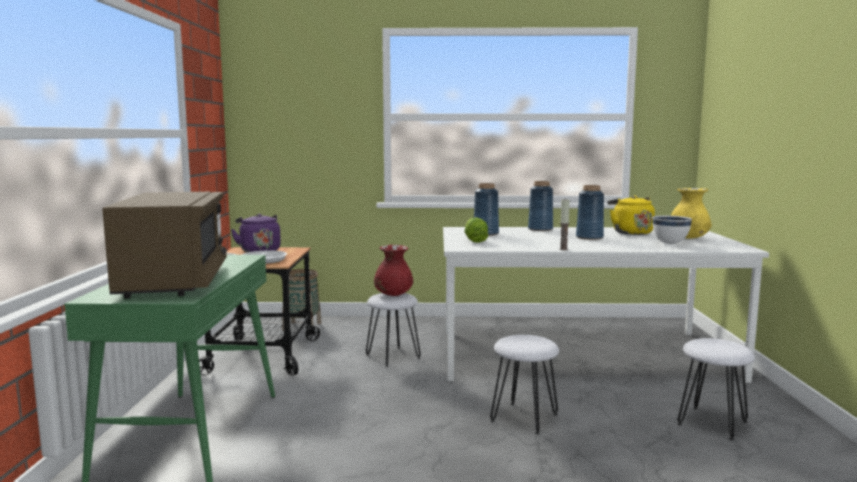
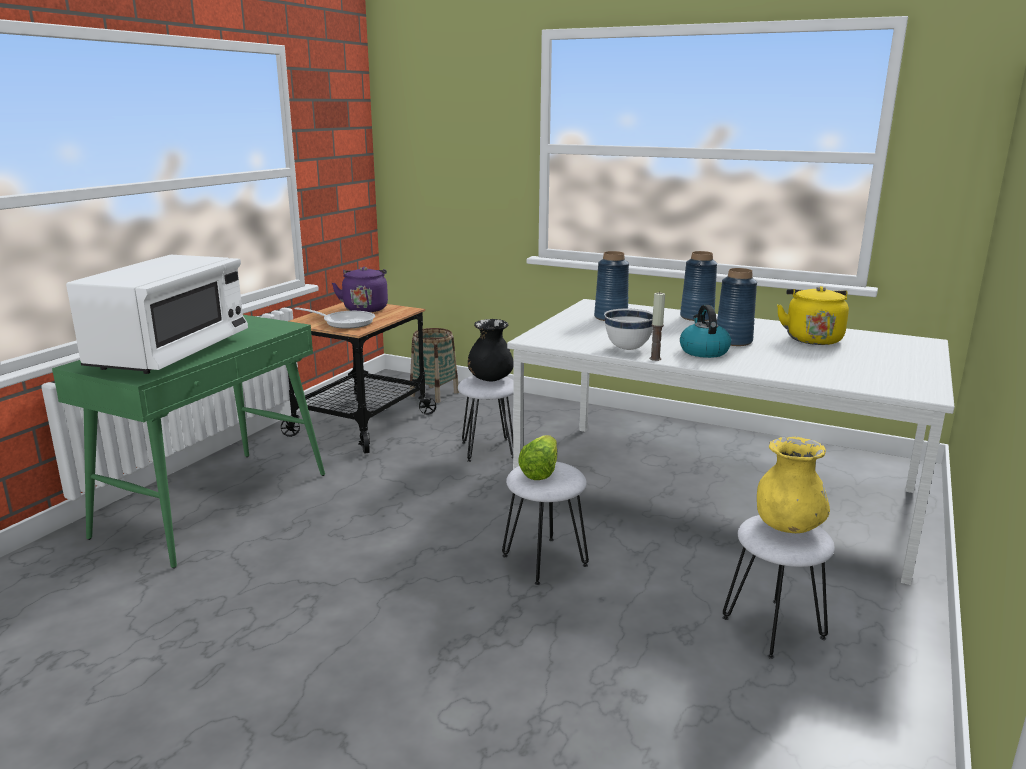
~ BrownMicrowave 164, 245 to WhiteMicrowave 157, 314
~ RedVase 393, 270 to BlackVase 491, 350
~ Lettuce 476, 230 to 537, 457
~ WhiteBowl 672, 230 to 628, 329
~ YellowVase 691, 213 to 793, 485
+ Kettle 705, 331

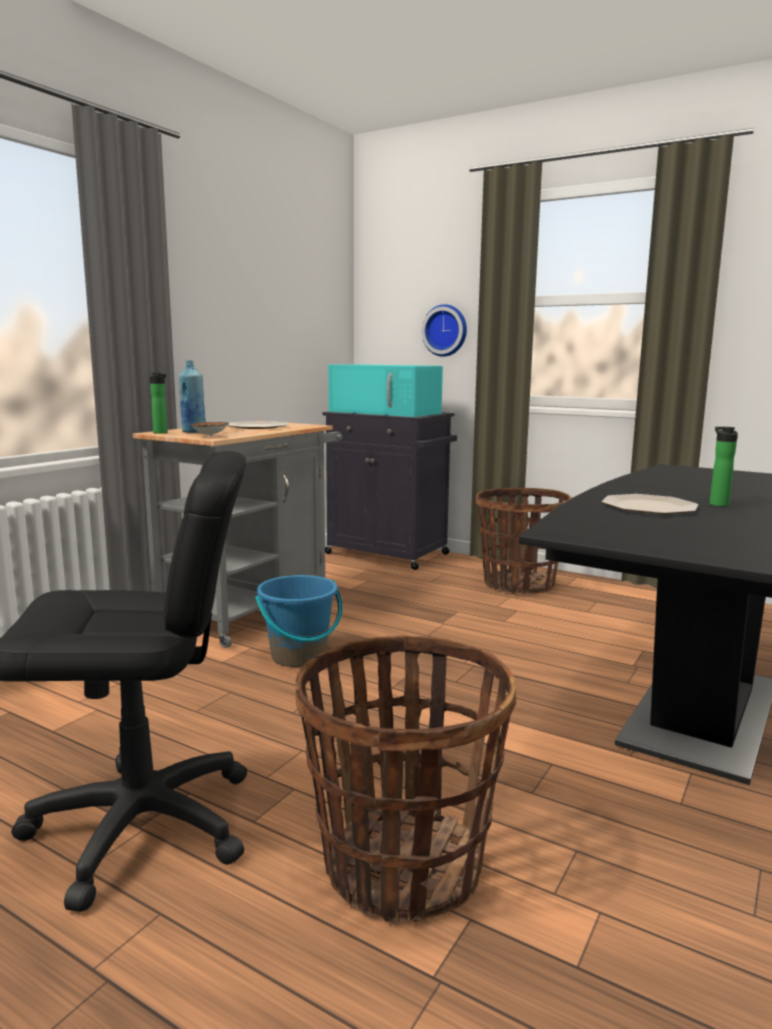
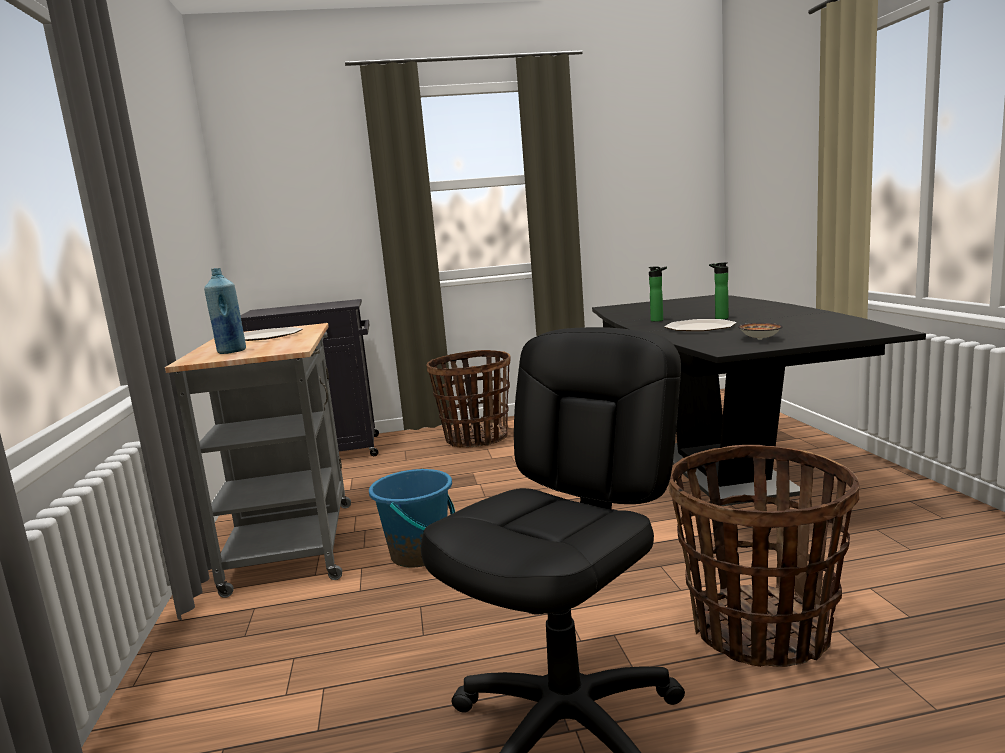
~ Bottle 159, 403 to 657, 294
~ Bowl 209, 429 to 760, 331
- TurquoiseMicrowave 385, 390
- WallClock 444, 330

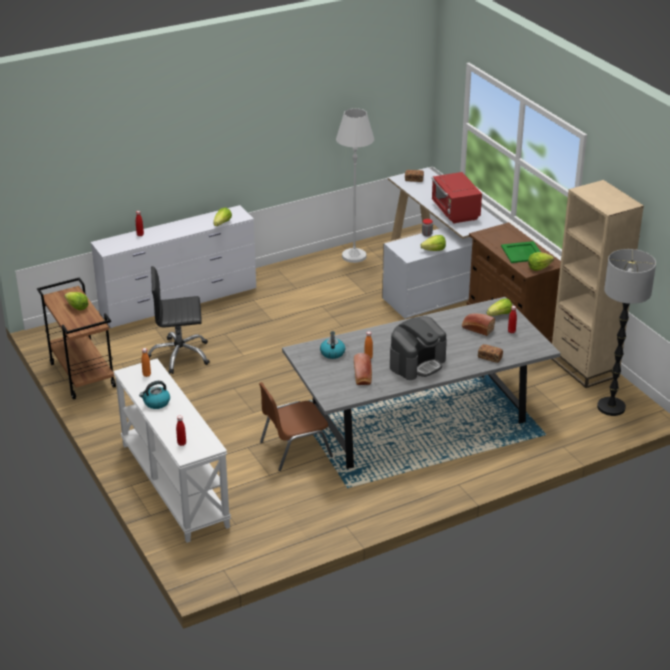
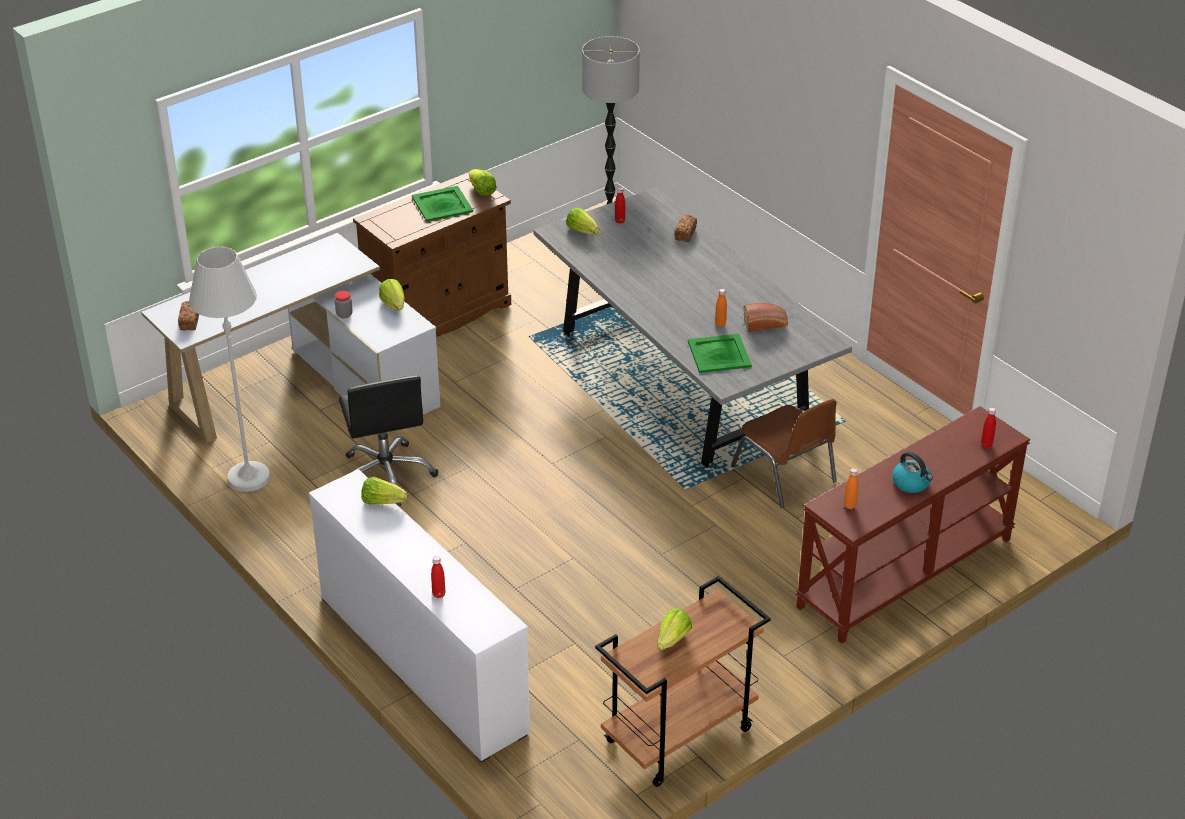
~ WhiteConsoleTable 172, 450 to BrownConsoleTable 913, 525
~ BlackOfficeChair 178, 320 to 388, 440
~ Kettle 332, 345 to GreenTray 720, 353
- CoffeeMachine 418, 348
- RedMicrowave 457, 198
- Bread 478, 324
- BeigeBookcase 598, 284

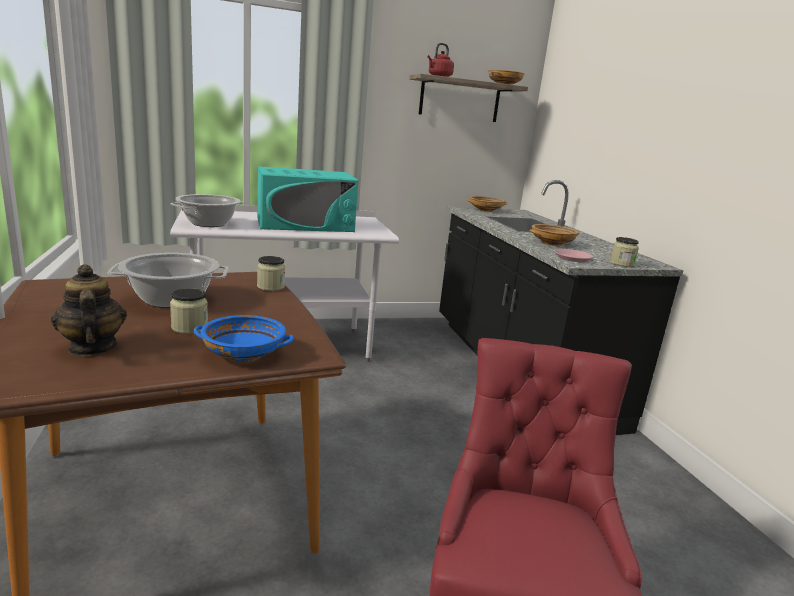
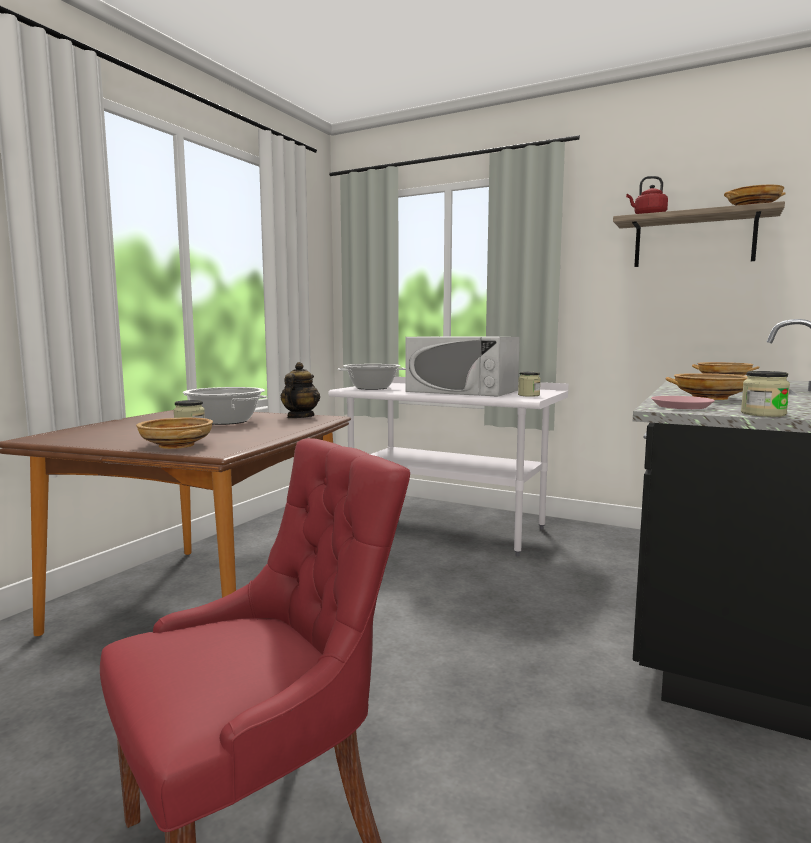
~ Teapot 89, 310 to 300, 390
~ BlueBowl 244, 338 to BeigeBowl 174, 433
~ TurquoiseMicrowave 307, 199 to WhiteMicrowave 463, 366
~ Jar 271, 273 to 529, 384

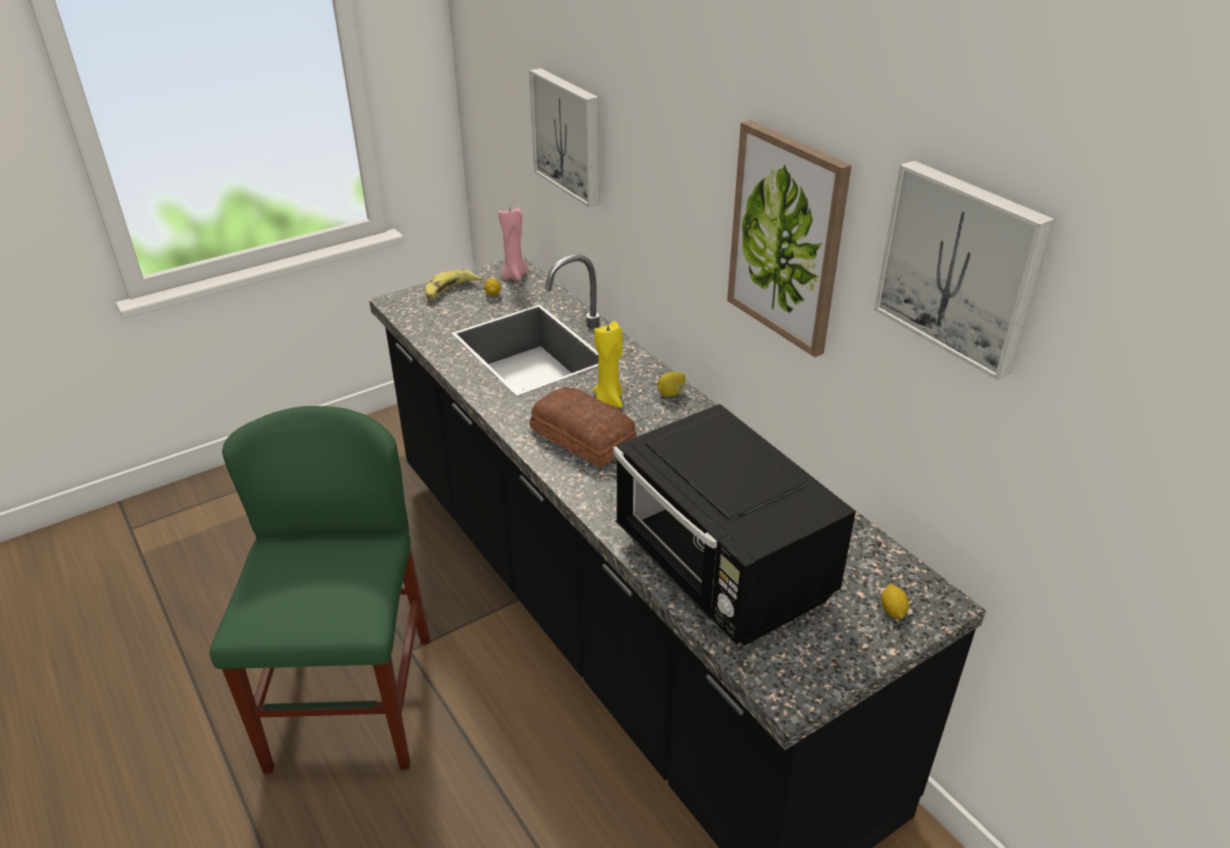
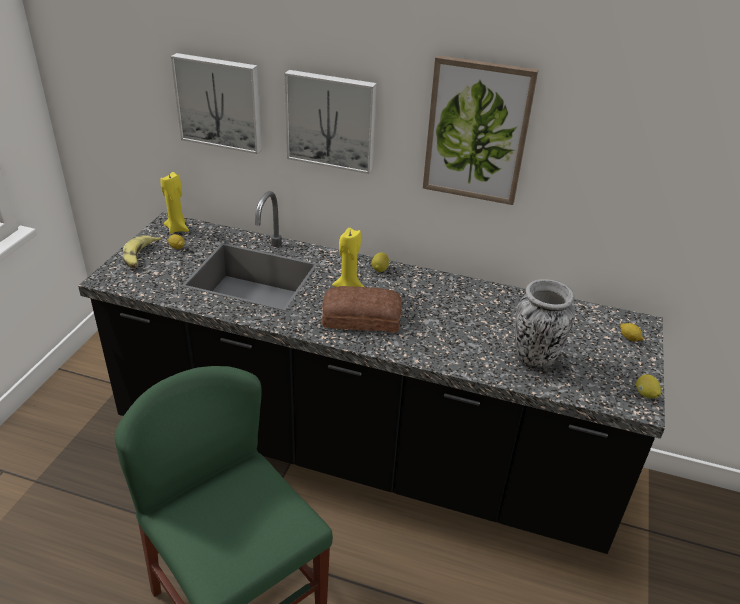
~ PinkCandle 513, 244 to YellowCandle 174, 202
~ BlackMicrowave 734, 524 to Vase 545, 324
~ Picture 964, 270 to 330, 122
+ Lemon 648, 386

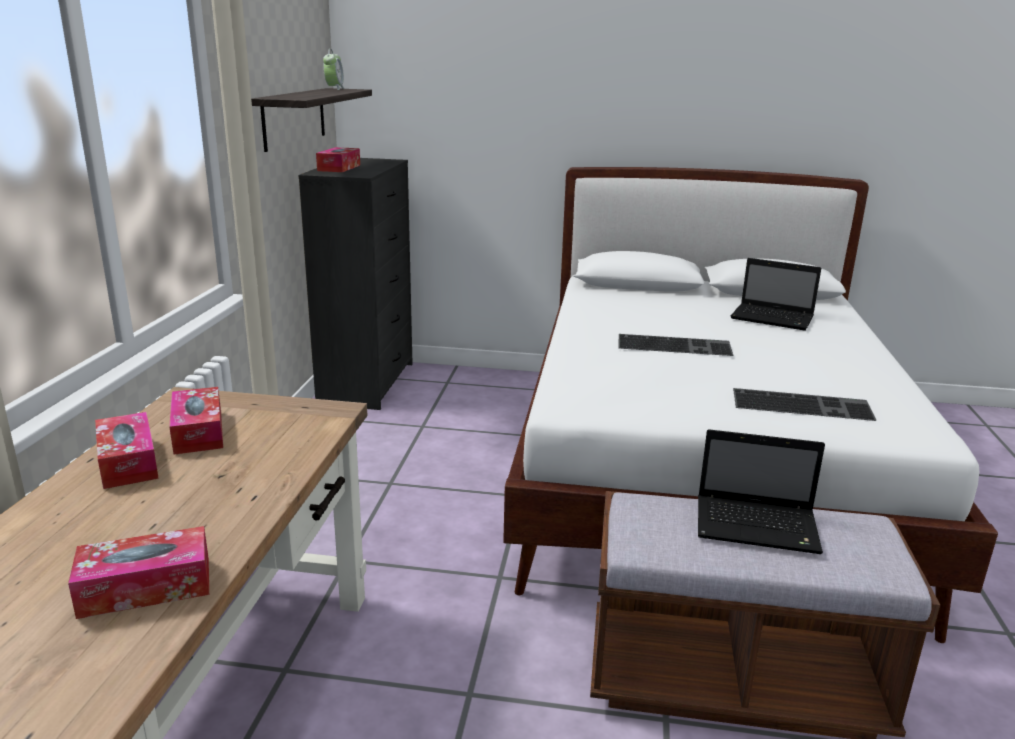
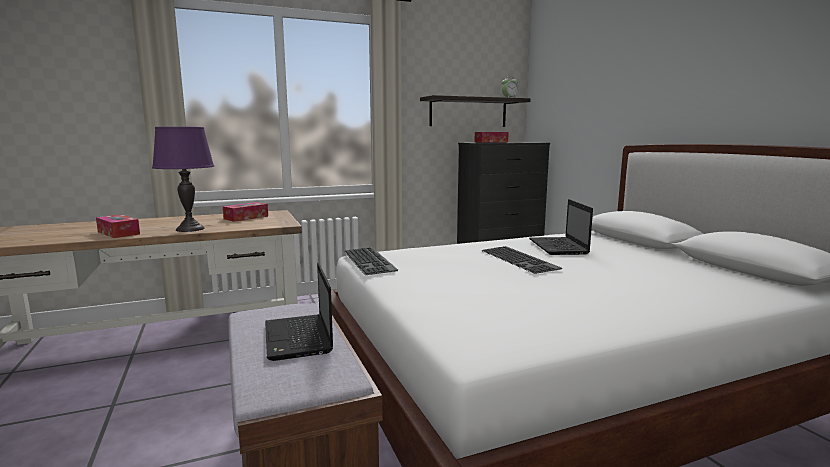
- TissueBox 127, 450
~ Laptop 776, 294 to 561, 227
~ Keyboard 805, 404 to 371, 261
+ PurpleTableLamp 183, 179

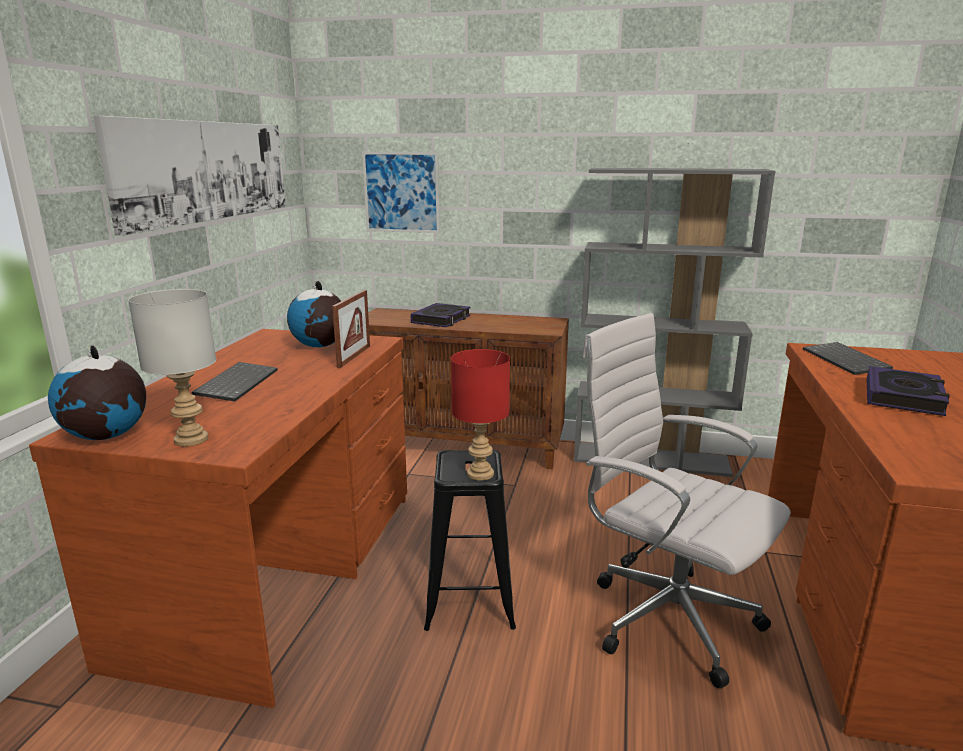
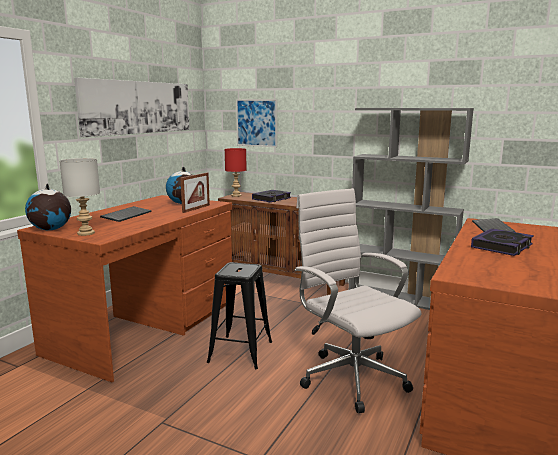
~ RedTableLamp 480, 415 to 236, 172

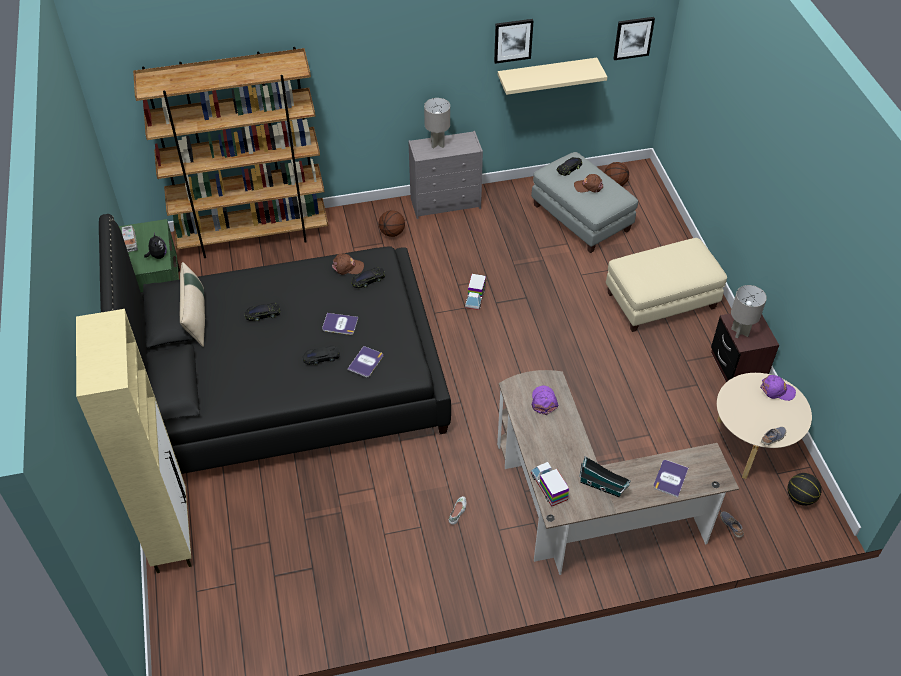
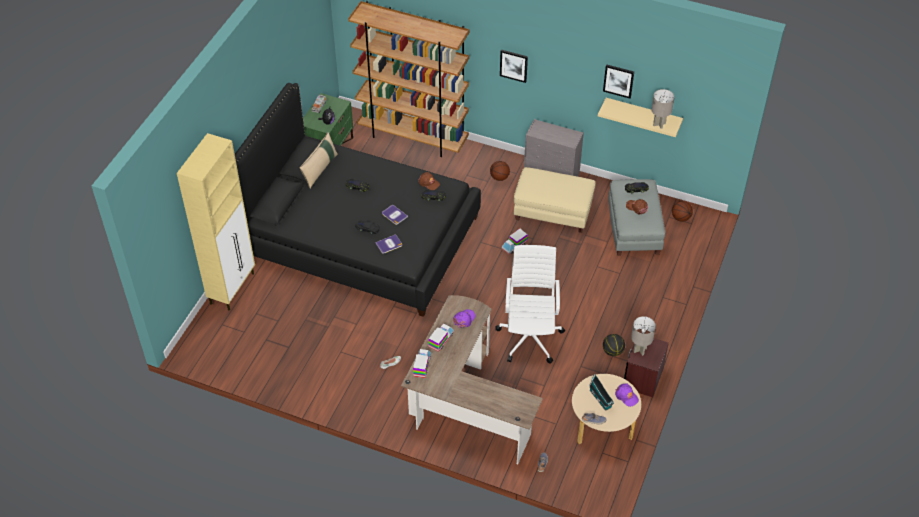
~ GreyTableLamp 437, 123 to 662, 109
~ ToyHouse 605, 477 to 601, 392
~ BeigeOttoman 666, 285 to 554, 200
~ Picture 634, 38 to 514, 66
- Book 670, 478
~ Basketball 804, 489 to 614, 345
+ ToyTruck 441, 338
+ WhiteOfficeChair 530, 304

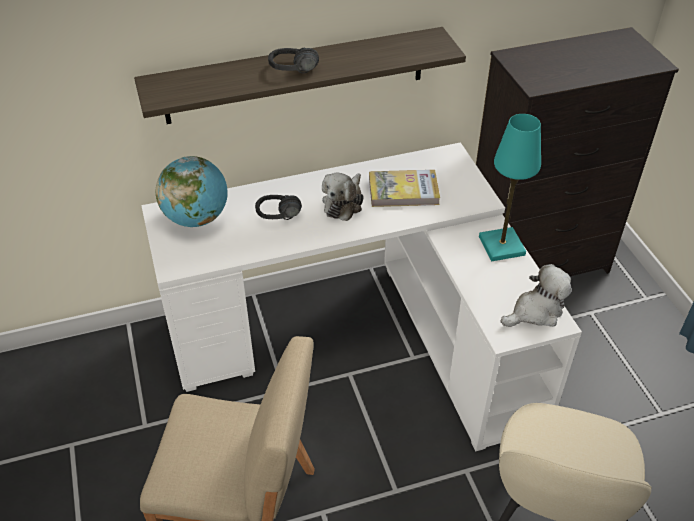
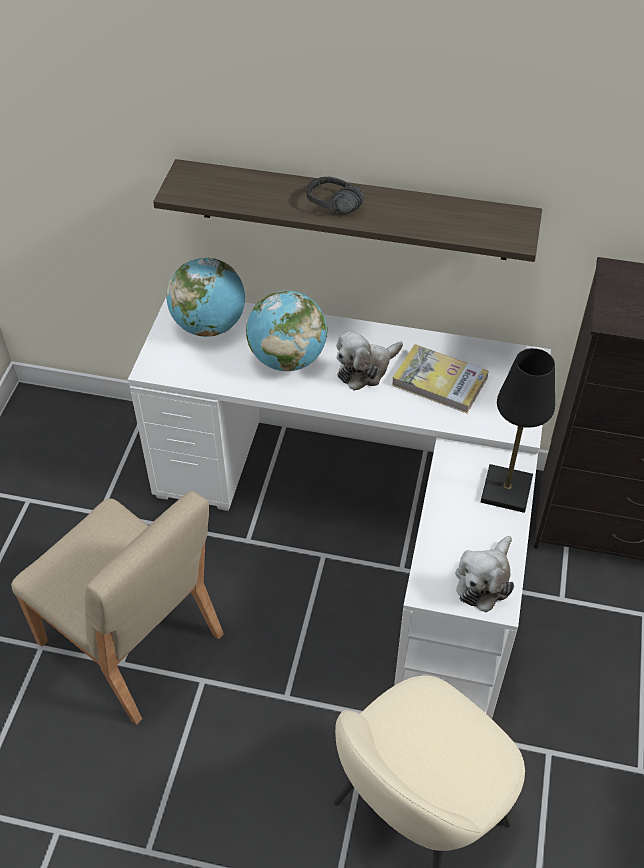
~ BlackHeadphones 278, 207 to Globe 287, 330
~ TurquoiseTableLamp 510, 187 to BlackTableLamp 518, 430
~ PlushToy 536, 295 = 484, 574 120 degrees clockwise

